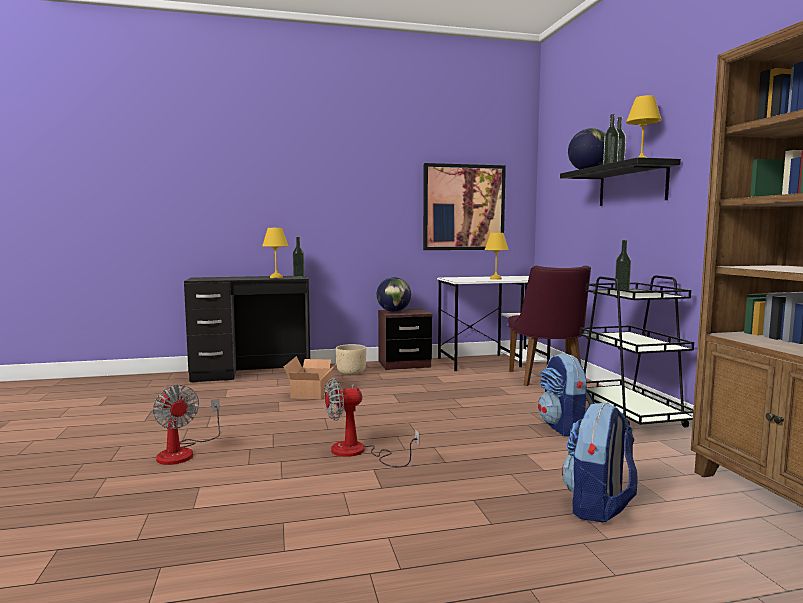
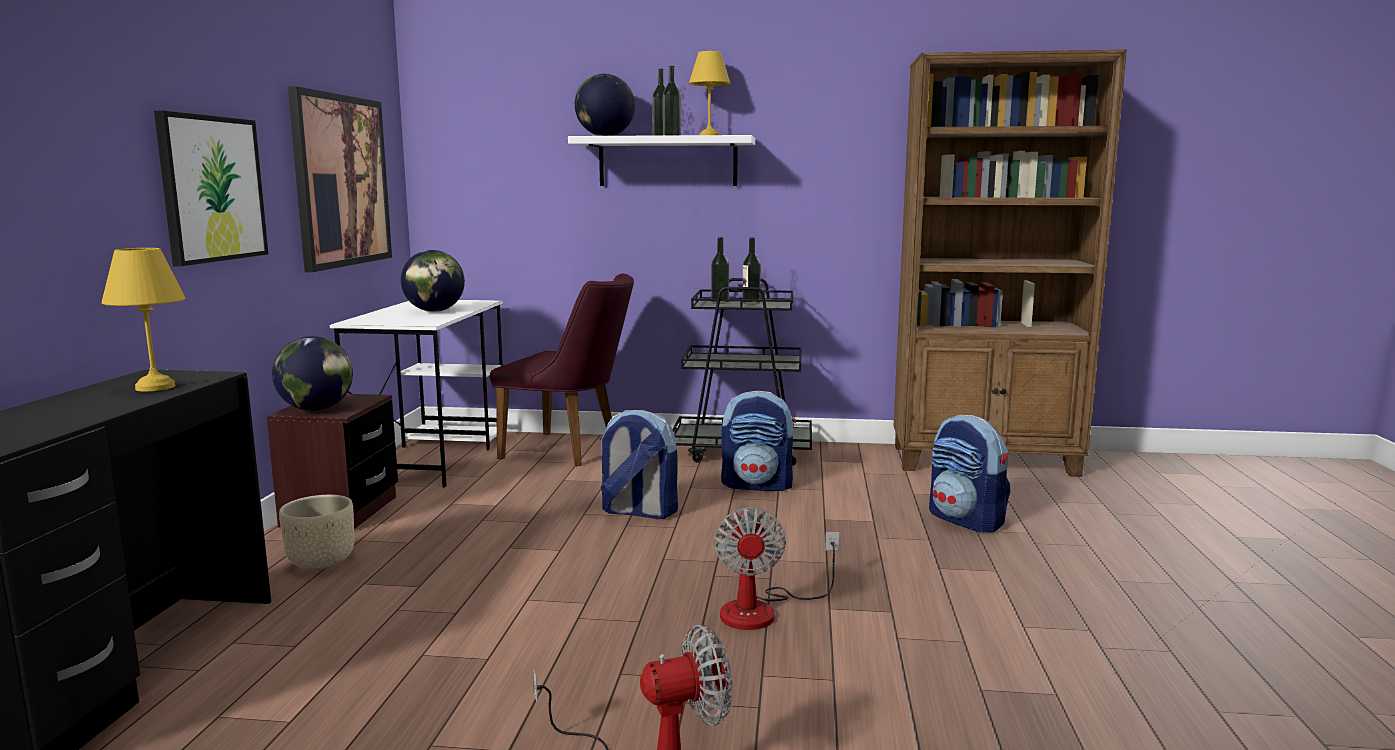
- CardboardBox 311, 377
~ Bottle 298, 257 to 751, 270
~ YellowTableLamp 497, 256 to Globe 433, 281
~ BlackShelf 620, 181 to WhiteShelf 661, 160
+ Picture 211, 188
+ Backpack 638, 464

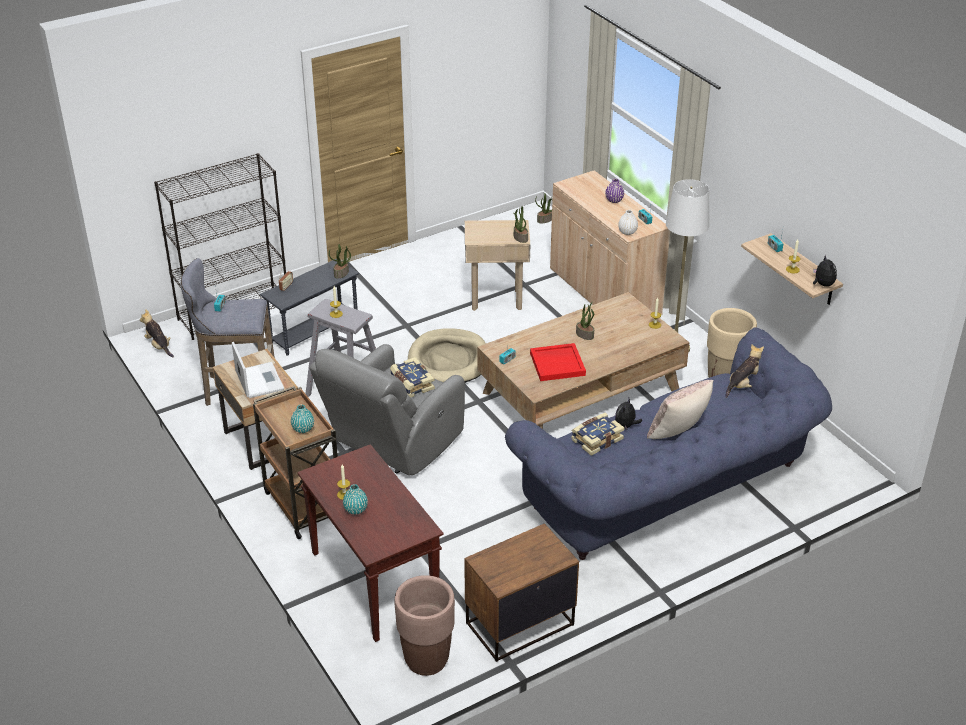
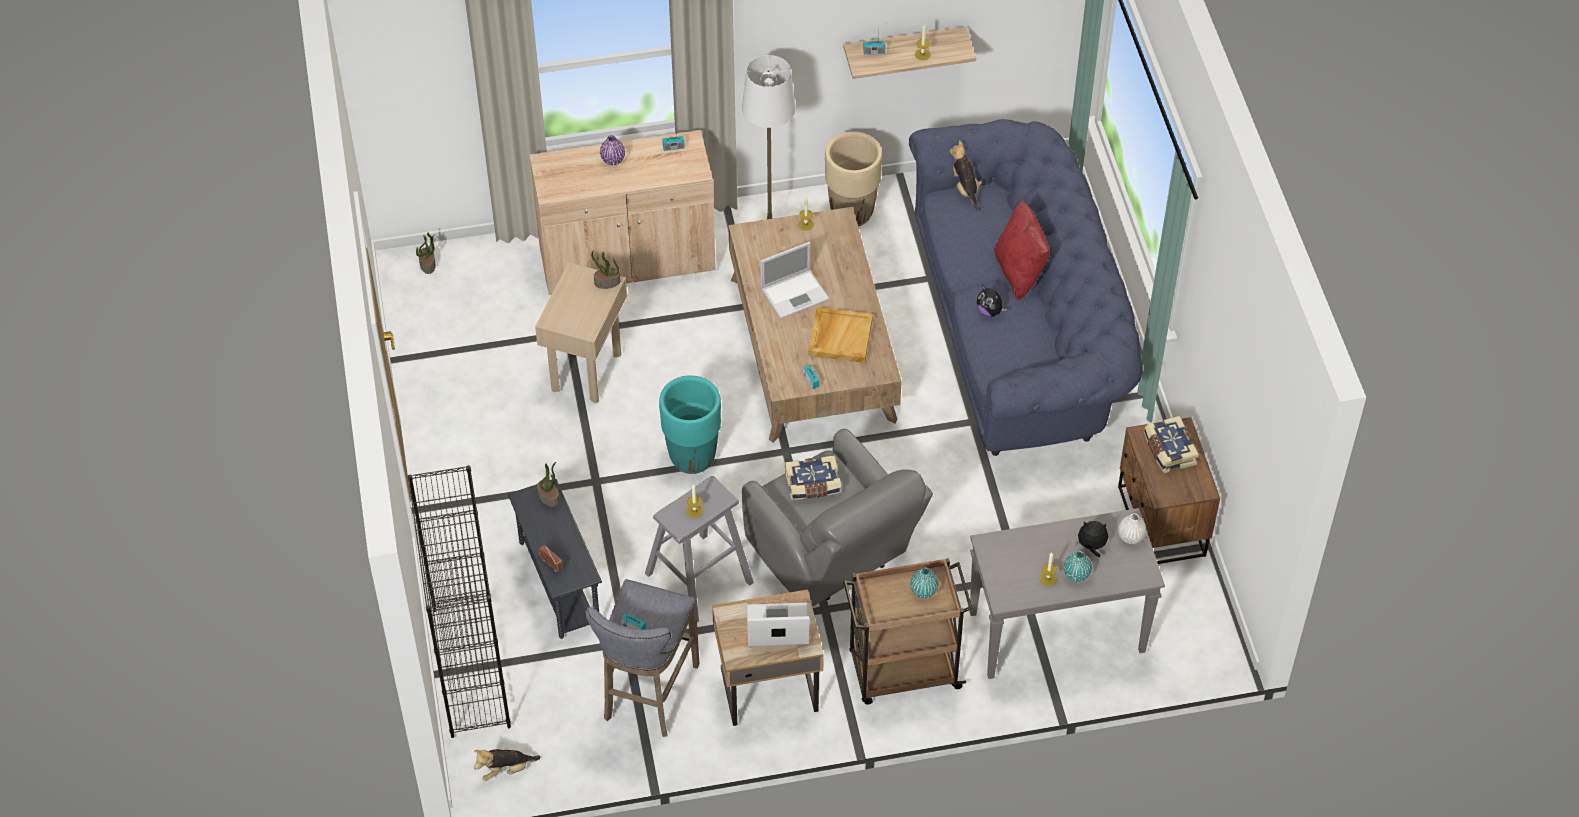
~ BrownConsoleTable 370, 543 to GreyConsoleTable 1067, 593
- BrownPlanter 425, 625
~ BeigeDogBed 447, 355 to TurquoisePlanter 690, 424
~ RedTray 558, 362 to BeigeTray 840, 335
~ Book 597, 434 to 1171, 444
~ PottedPlant 585, 321 to Laptop 794, 280
~ WhiteVase 628, 222 to 1132, 528
~ BeigePillow 680, 409 to RedPillow 1022, 250
~ PlushToy 825, 271 to 1091, 539

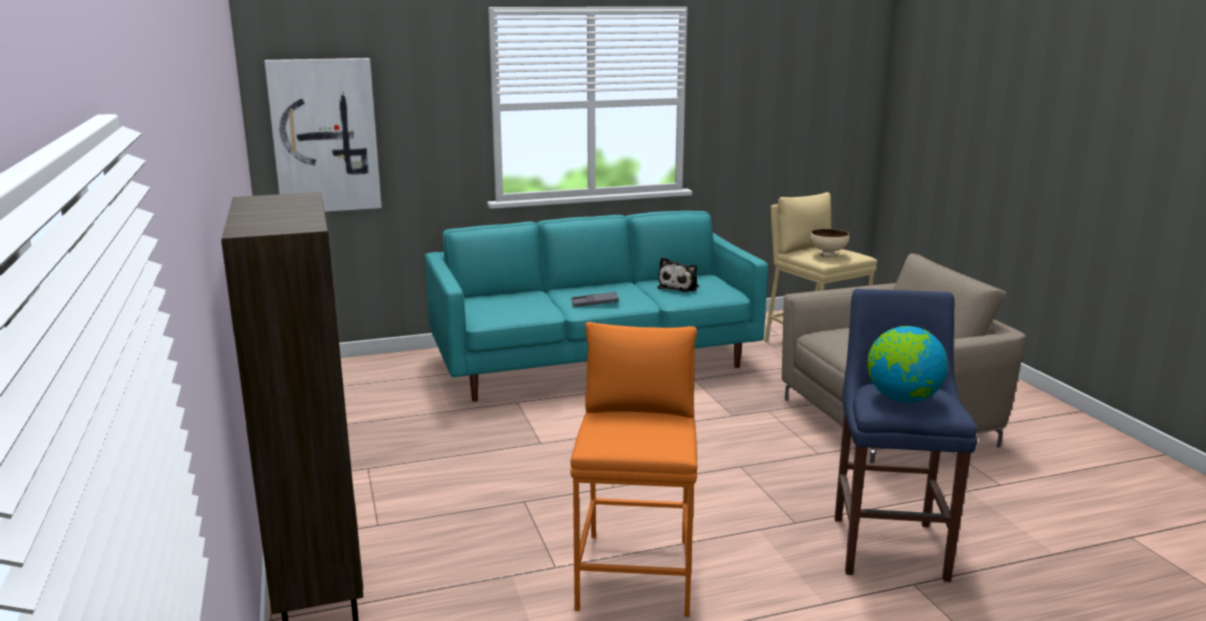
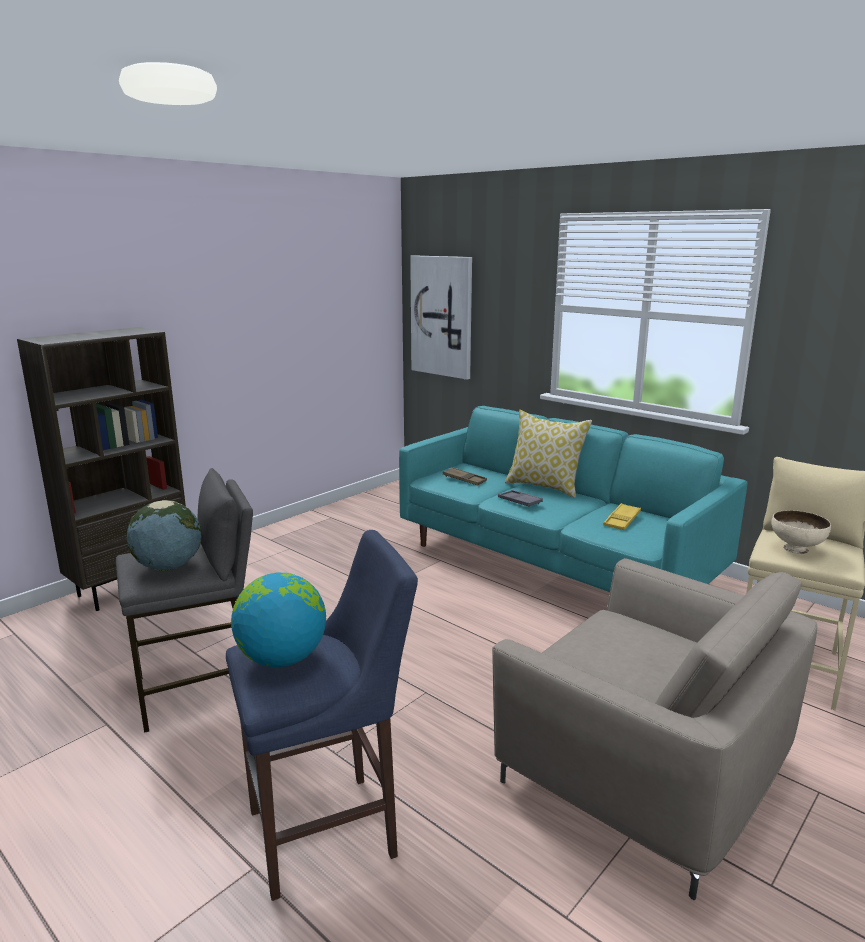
~ OrangeStool 634, 469 to GreyStool 184, 600
~ PlushToy 678, 274 to YellowTray 622, 516
+ Globe 164, 535
+ BrownTray 465, 476
+ Pillow 548, 454

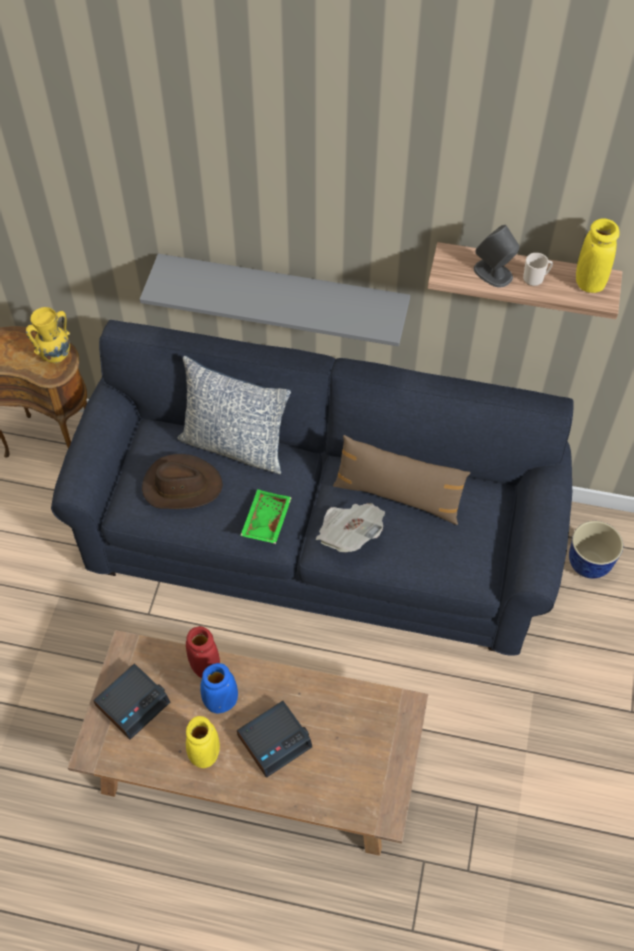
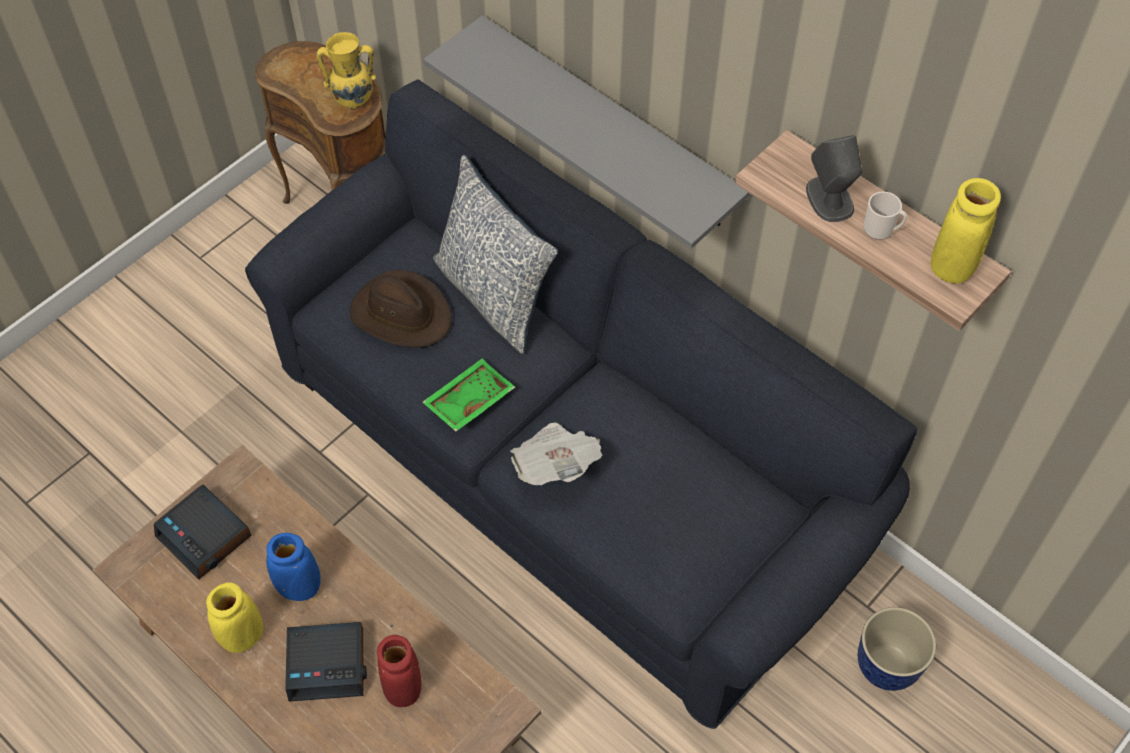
~ AlarmClock 131, 701 = 203, 532 60 degrees clockwise
~ RedVase 203, 652 to 399, 671
- BrownPillow 401, 480

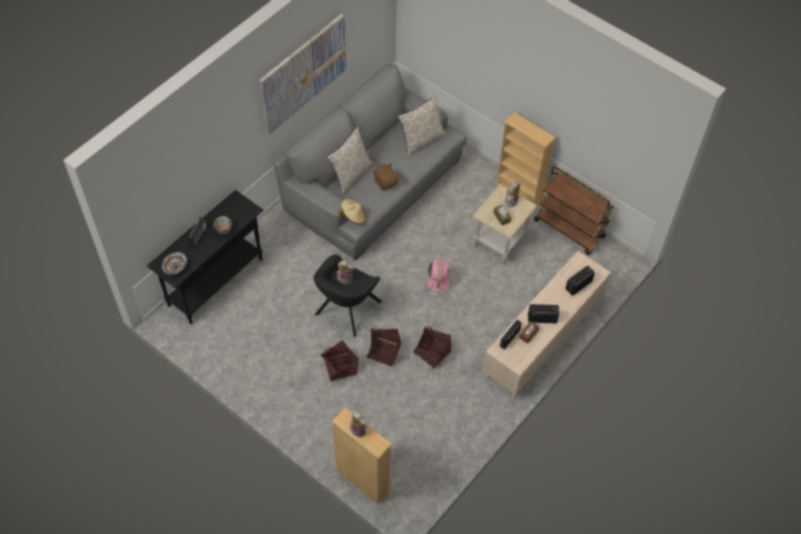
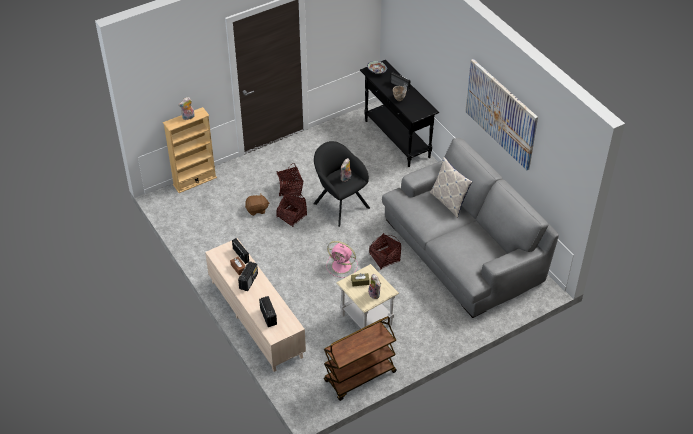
- BeigeHat 353, 212
~ BrownPlushToy 386, 176 to 257, 205
- Pillow 421, 126
~ Basket 432, 347 to 385, 251
- BeigeBookcase 525, 158

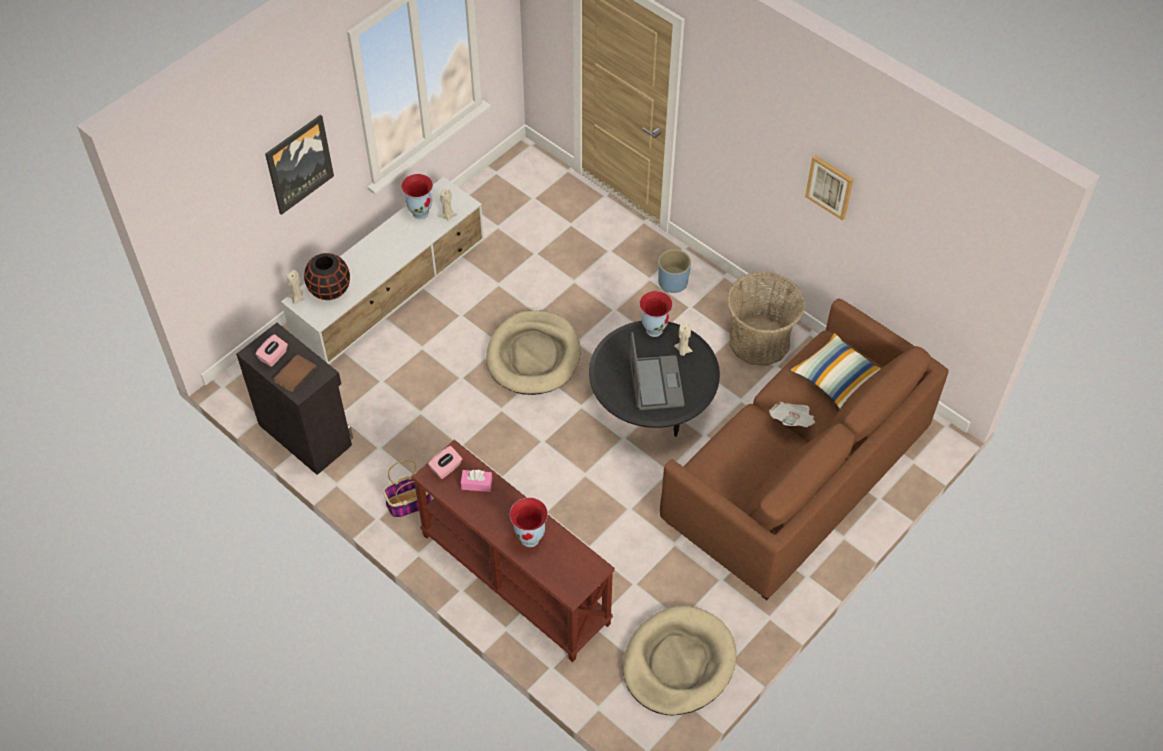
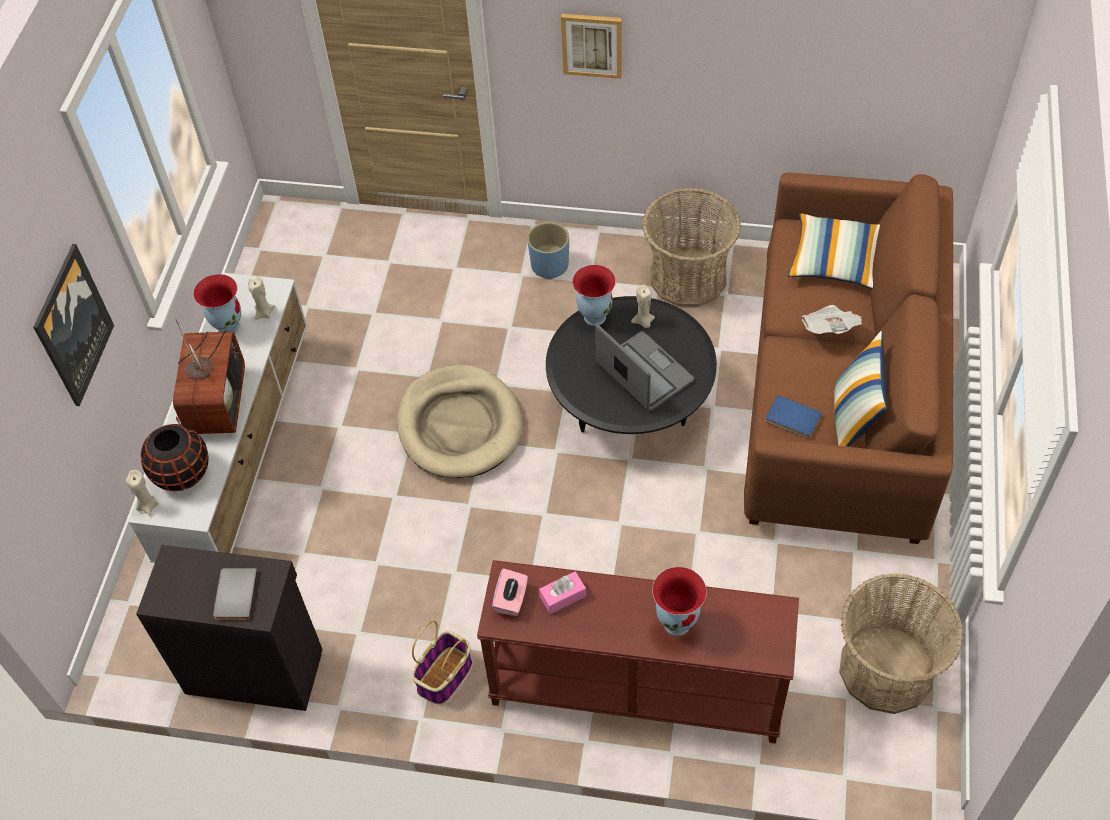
- PinkTissueBox 271, 350
~ BrownBook 295, 374 to GreyBook 235, 594
~ BeigeDogBed 679, 660 to Basket 901, 643
~ Picture 829, 188 to 591, 46
+ Television 209, 376
+ BlueBook 794, 417
+ Pillow 860, 389

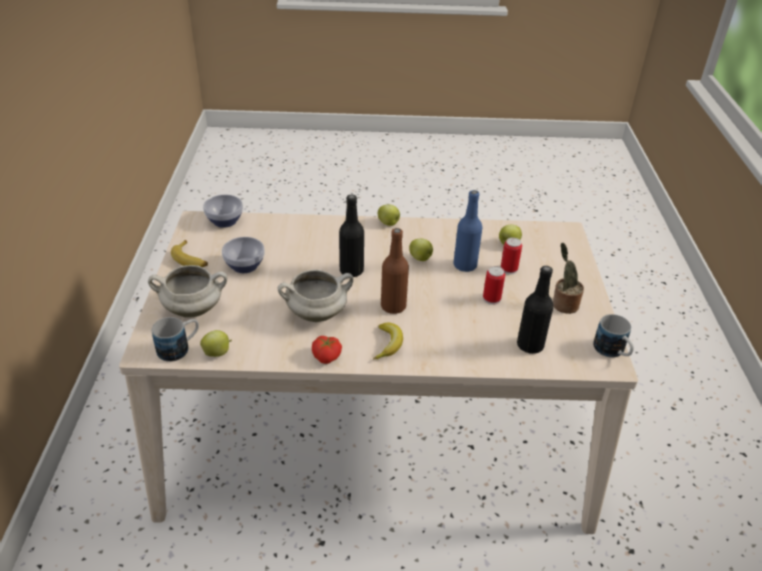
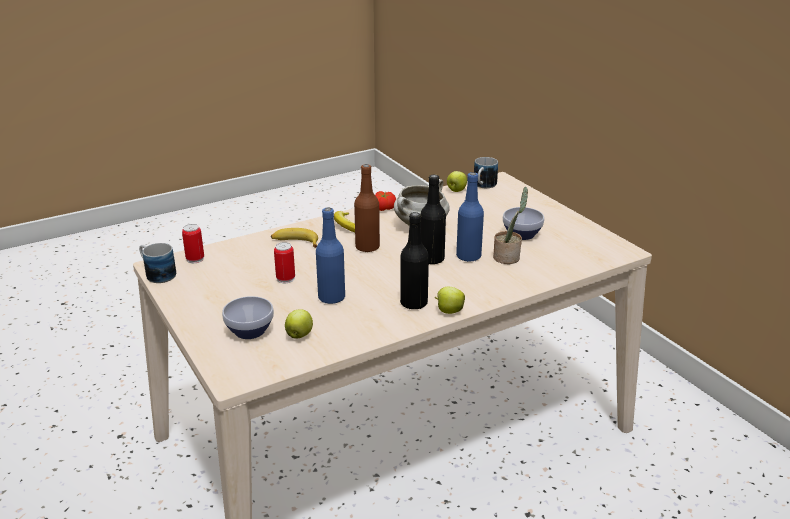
- WhiteCookingPot 187, 291
~ Banana 189, 253 to 294, 238
~ Bowl 223, 211 to 248, 317
- Apple 421, 250
~ Can 511, 256 to 193, 243
~ BlackBottle 535, 310 to 414, 260
~ PottedPlant 568, 278 to 510, 225
+ BlueBottle 470, 217

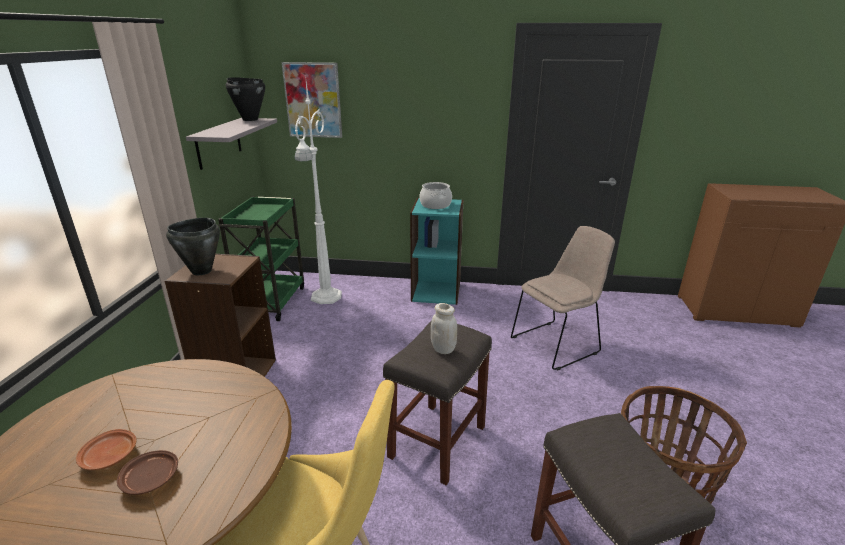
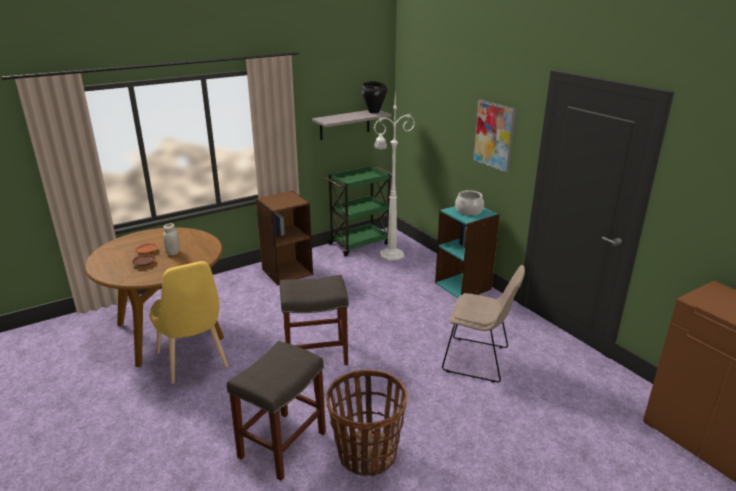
- BlackCookingPot 193, 246
~ Picture 312, 100 to 494, 136
~ WhiteJar 444, 328 to 171, 239

